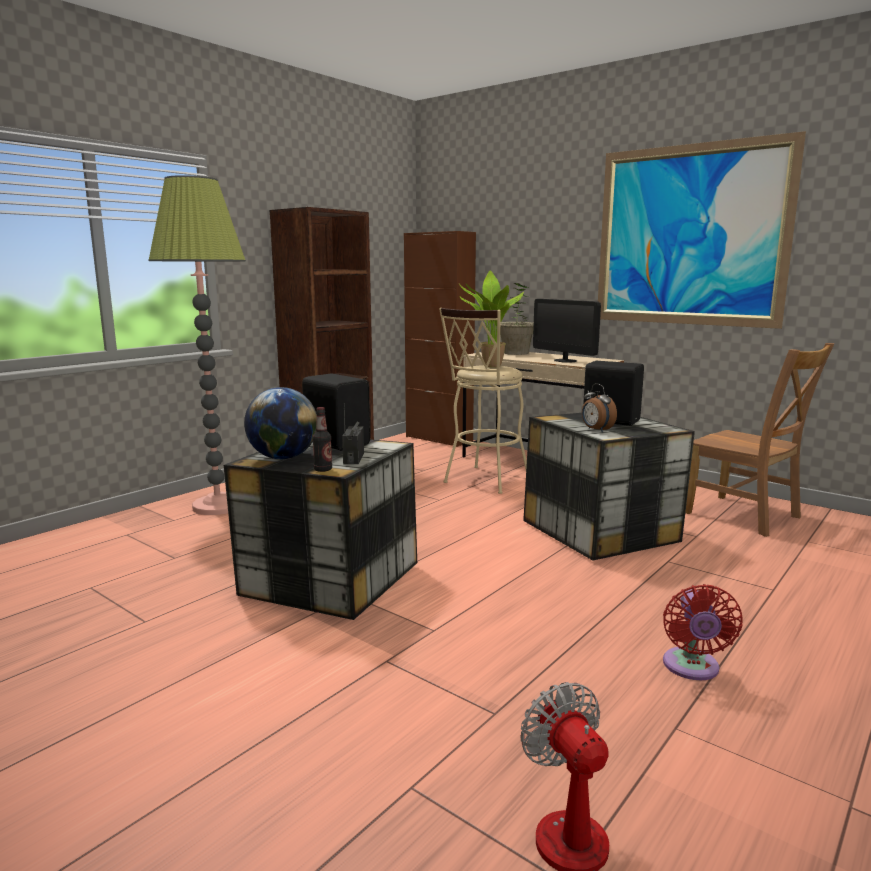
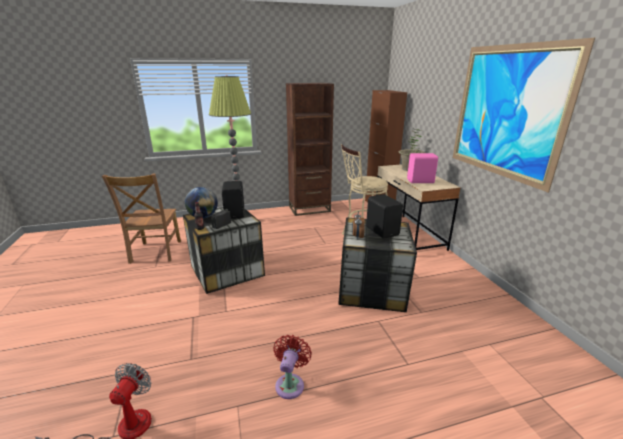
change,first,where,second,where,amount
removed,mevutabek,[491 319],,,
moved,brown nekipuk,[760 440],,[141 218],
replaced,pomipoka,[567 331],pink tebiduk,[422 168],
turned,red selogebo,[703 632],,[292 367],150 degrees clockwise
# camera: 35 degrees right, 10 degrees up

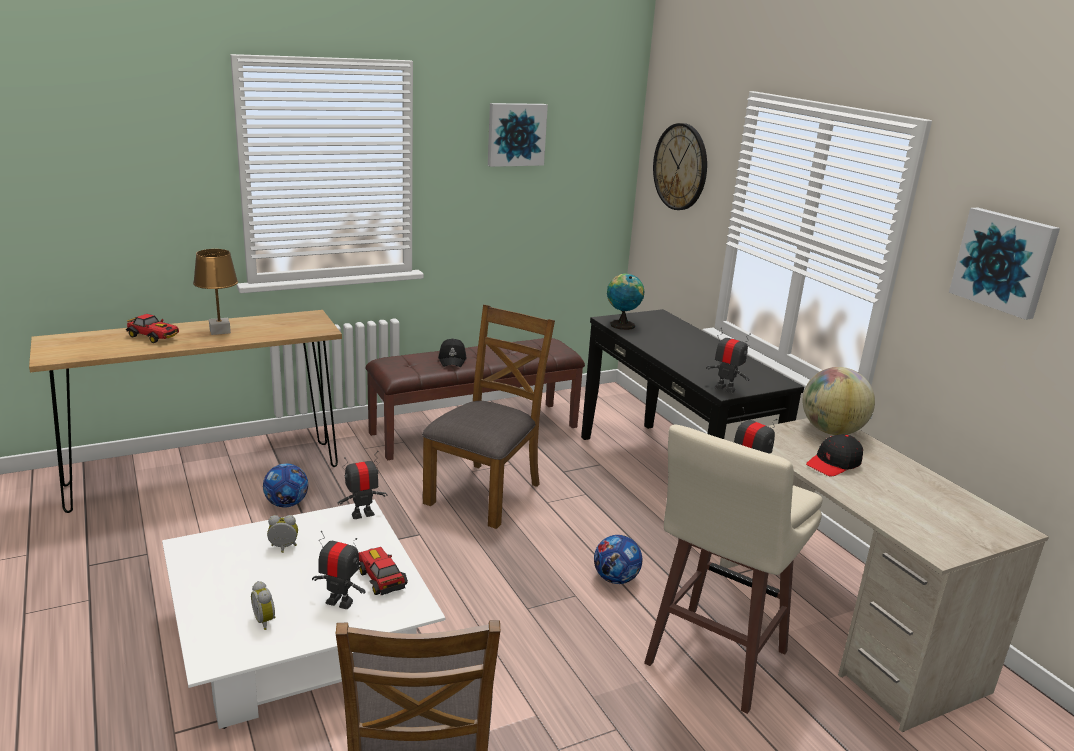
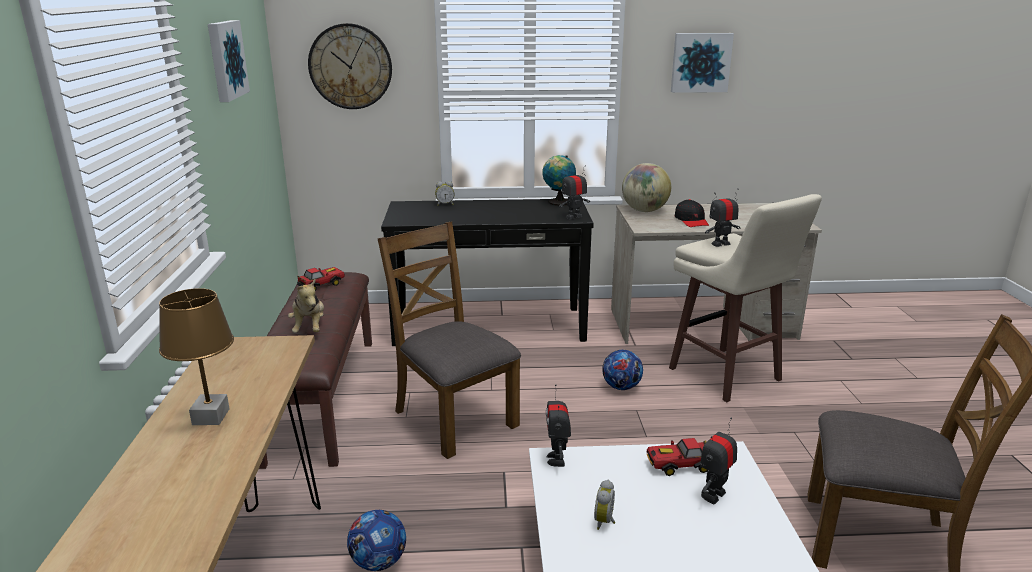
change,first,where,second,where,amount
moved,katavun,[152 328],,[321 279],
moved,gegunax,[263 605],,[444 193],
moved,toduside,[625 302],,[559 180],
replaced,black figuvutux,[452 352],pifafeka,[306 306],
# camera: 65 degrees left, 0 degrees up

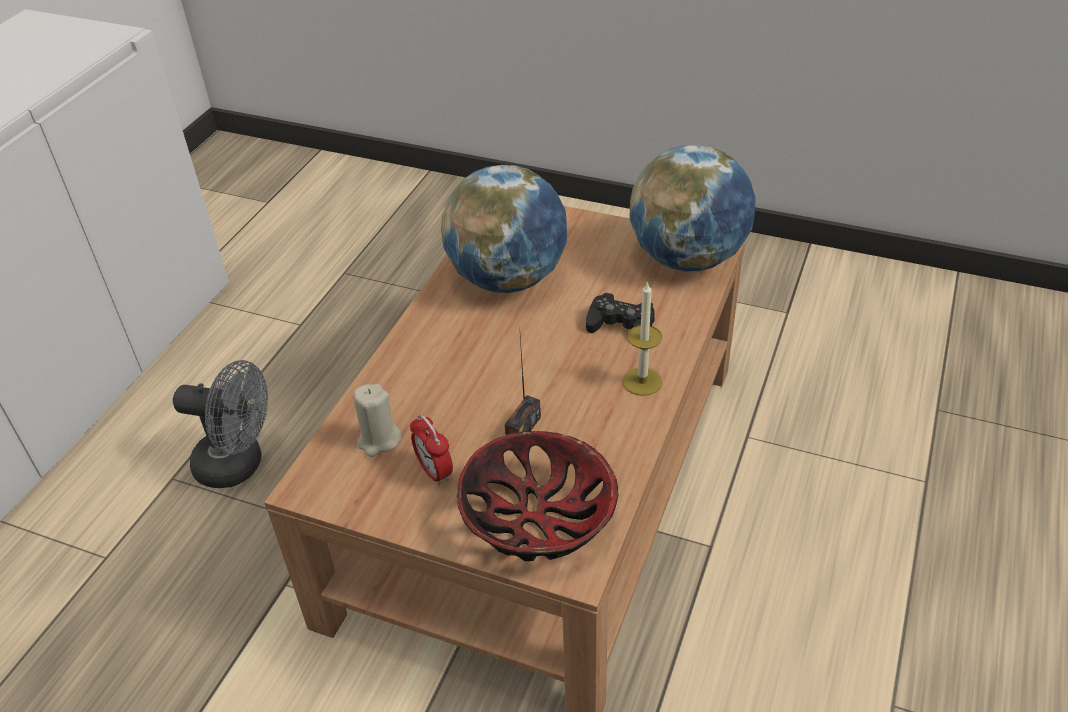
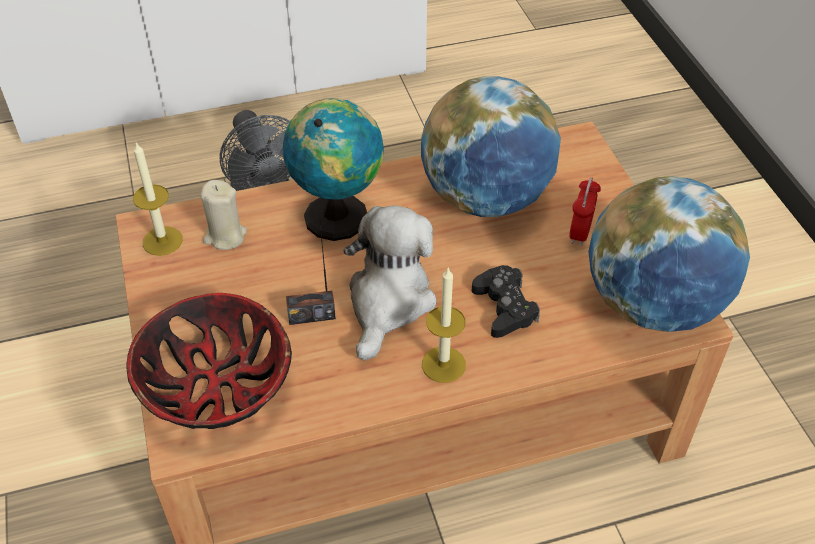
change,first,where,second,where,amount
added,,,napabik,[158 199],
added,,,toduside,[333 169],
added,,,pifafeka,[390 283],
moved,gegunax,[431 450],,[585 211],
# camera: 50 degrees right, 5 degrees up

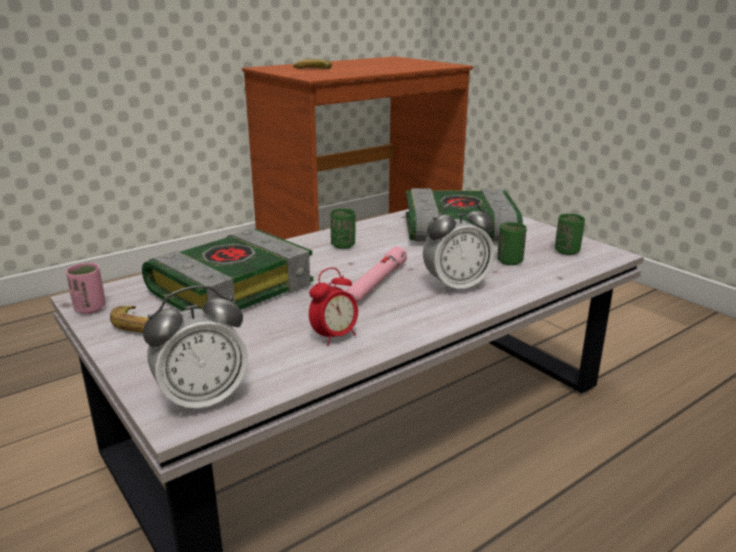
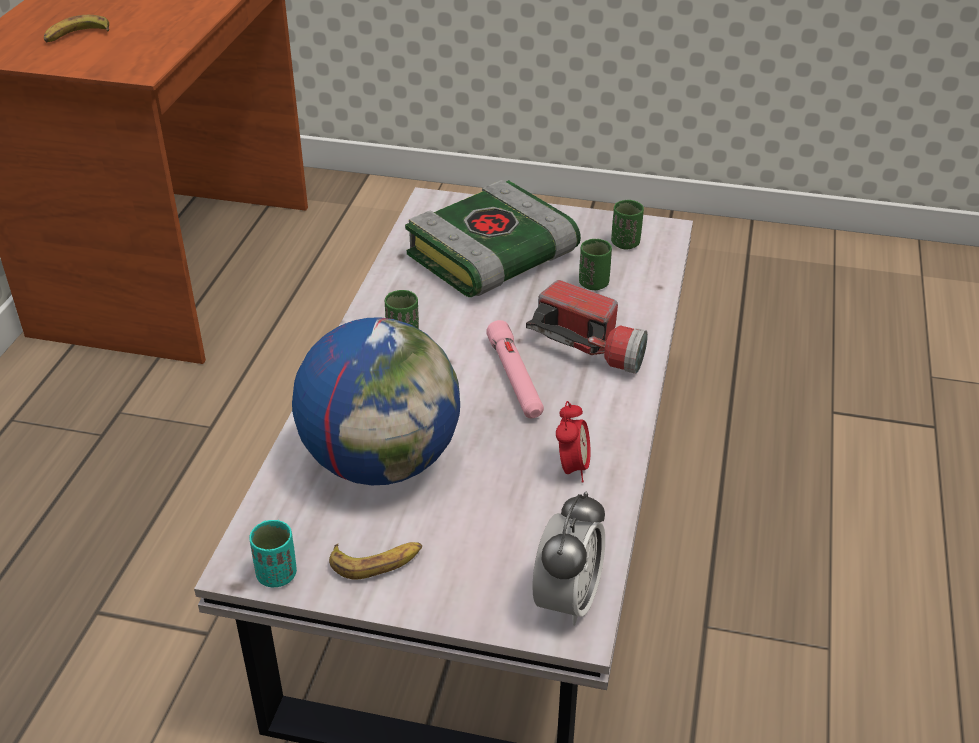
change,first,where,second,where,amount
replaced,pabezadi,[227 270],toduside,[376 401],
replaced,gegunax,[458 247],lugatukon,[587 327],
recoloured,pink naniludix,[86 288],turquoise naniludix,[273 553],
# camera: 40 degrees left, 15 degrees up

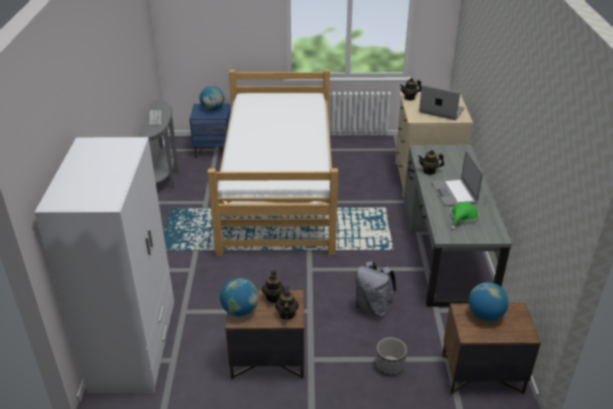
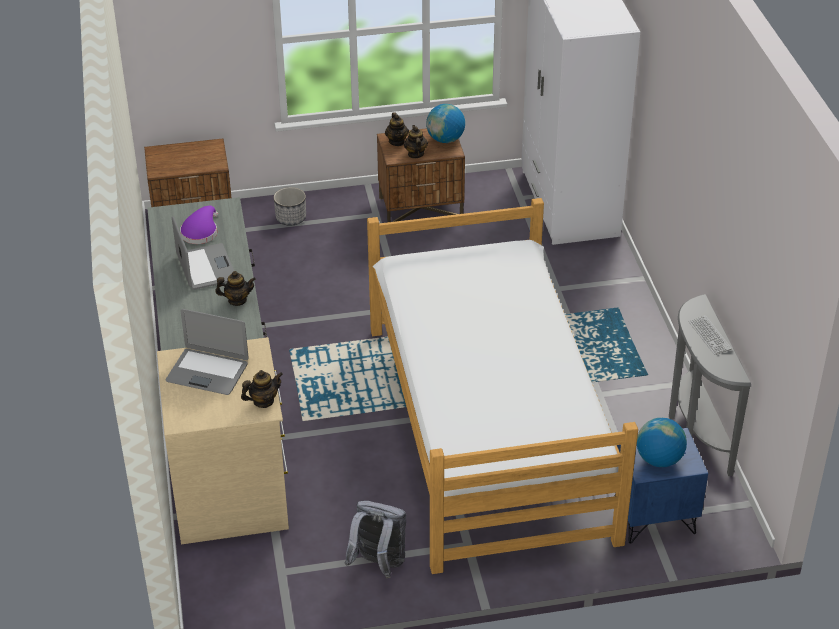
change,first,where,second,where,amount
removed,toduside,[489 301],,,
moved,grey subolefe,[376 289],,[375 539],
recoloured,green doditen,[464 216],purple doditen,[199 225],
# camera: 170 degrees right, 5 degrees up

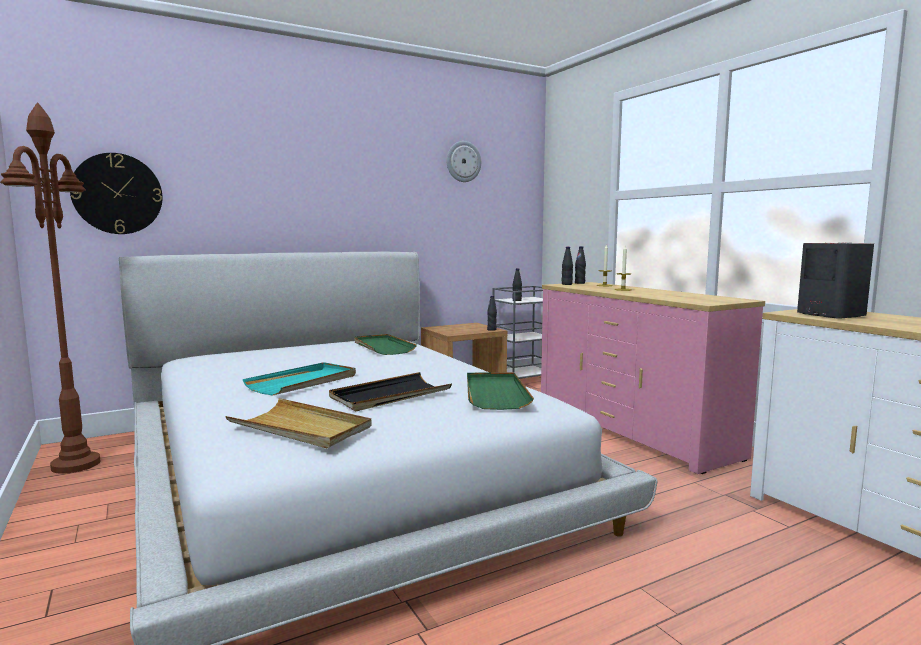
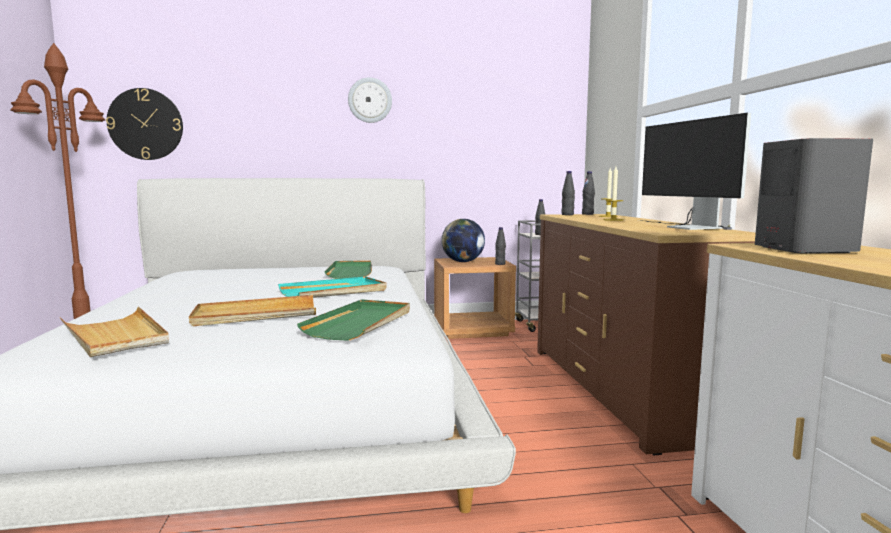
change,first,where,second,where,amount
added,,,toduside,[463 240],
added,,,pomipoka,[696 171],
moved,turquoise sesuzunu,[299 378],,[332 287],
moved,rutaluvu,[463 161],,[370 100],
recoloured,black sesuzunu,[390 391],beige sesuzunu,[252 310],
recoloured,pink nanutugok,[653 378],brown nanutugok,[646 334],
# camera: 20 degrees right, 0 degrees up

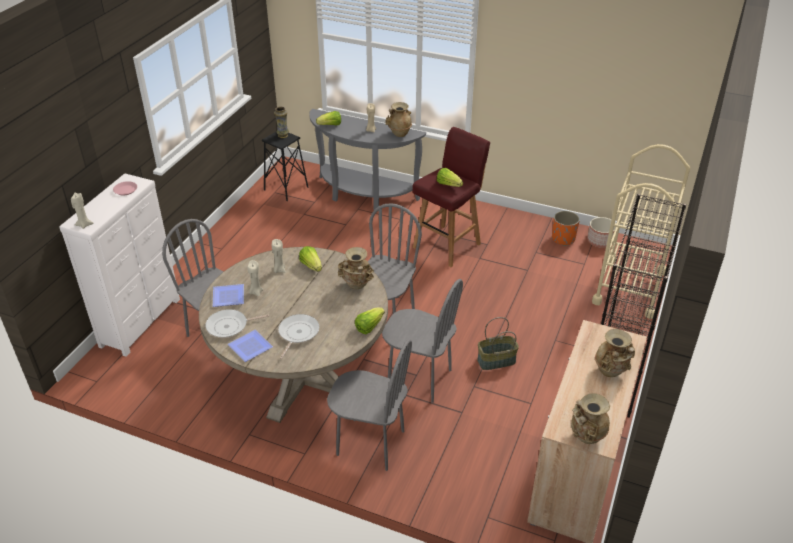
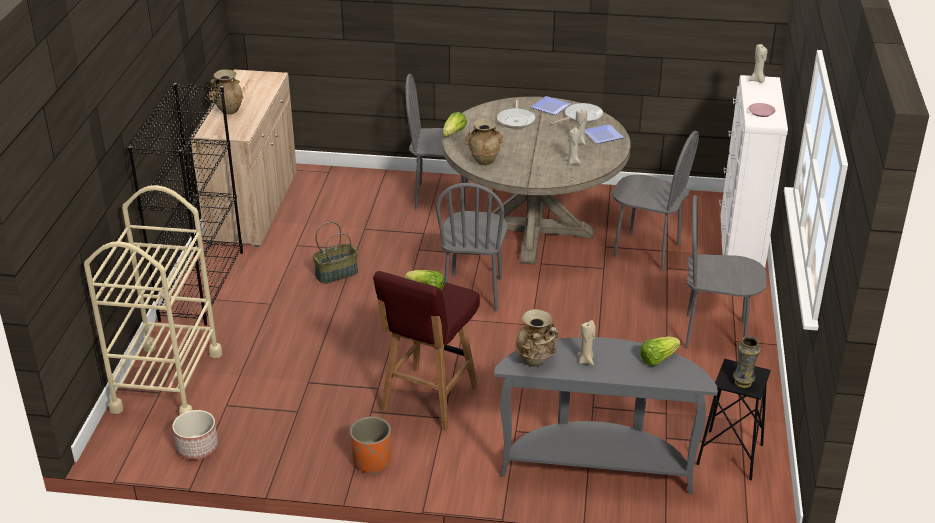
change,first,where,second,where,amount
removed,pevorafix,[310 259],,,
removed,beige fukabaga,[590 418],,,
moved,grey nekipuk,[422 341],,[726 272],
moved,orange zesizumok,[566 228],,[370 445],
# camera: 165 degrees right, 5 degrees down

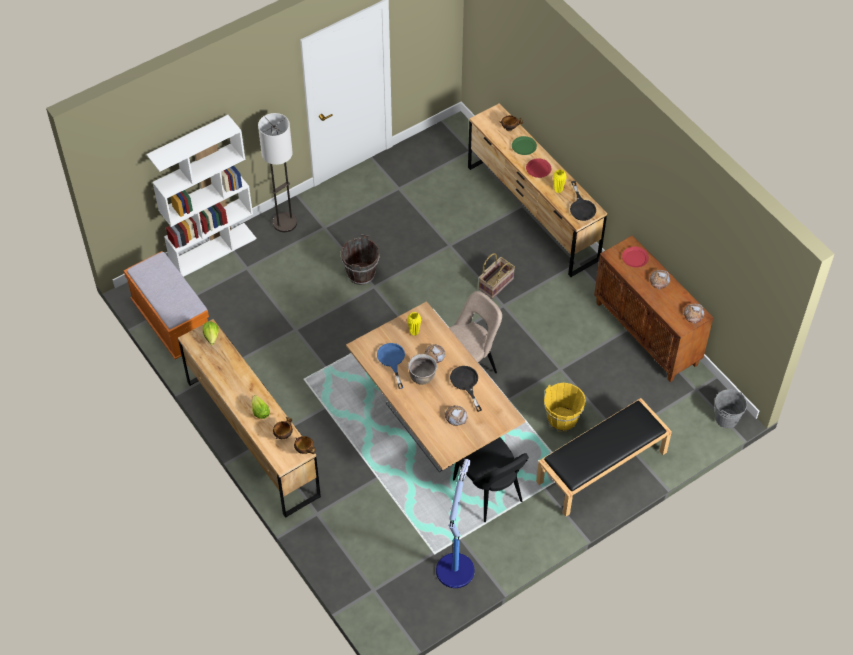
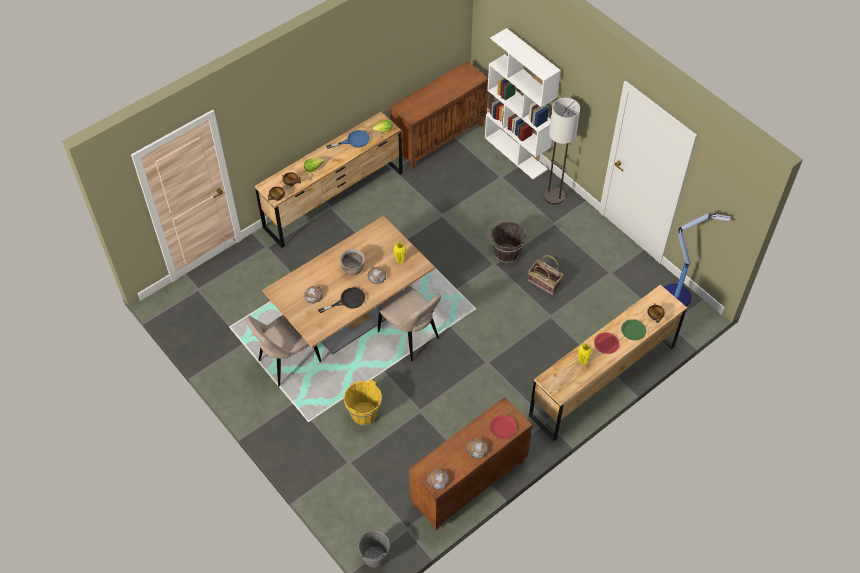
change,first,where,second,where,amount
removed,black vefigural,[604 457],,,
removed,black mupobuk,[583 201],,,
moved,blue mupobuk,[391 366],,[348 139],
moved,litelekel,[455 523],,[697 260],
moved,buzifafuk,[497 276],,[545 275],
replaced,orange vefigural,[166 305],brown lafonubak,[439 115],
recoloured,black nekipuk,[490 479],beige nekipuk,[283 350],
# camera: 85 degrees right, 0 degrees up

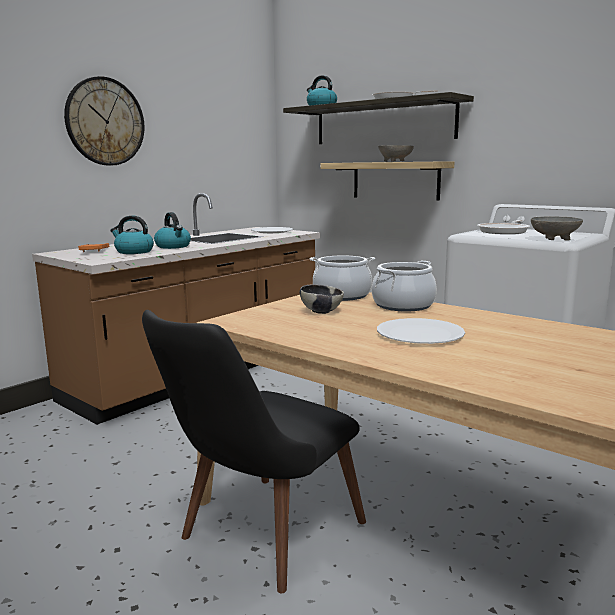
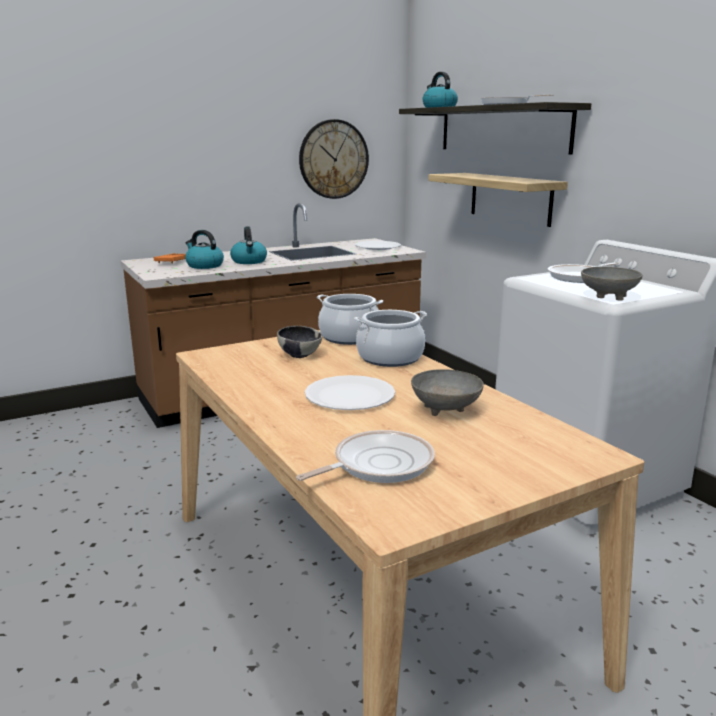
change,first,where,second,where,amount
removed,black nekipuk,[254 451],,,
added,,,mupobuk,[365 456],
moved,rutaluvu,[104 121],,[334 159],
moved,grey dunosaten,[396 153],,[447 392],
# camera: 20 degrees right, 5 degrees up

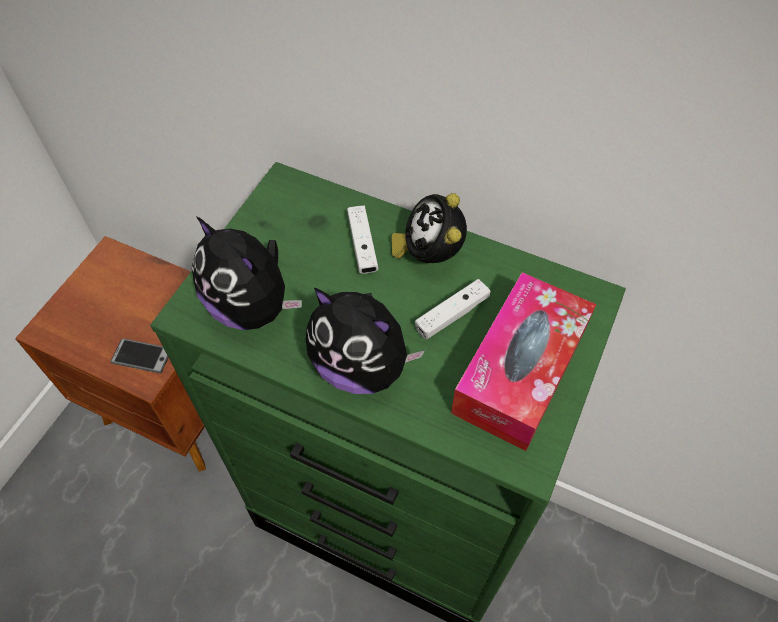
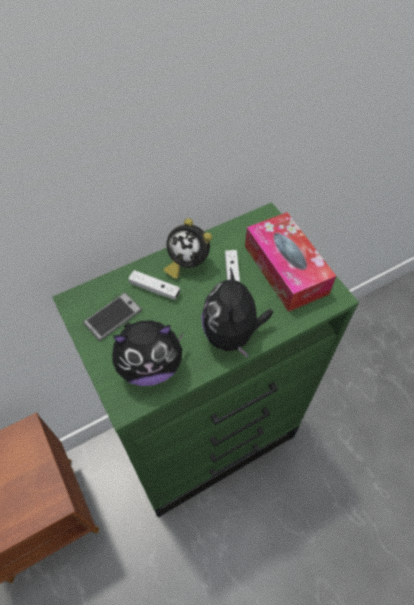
change,first,where,second,where,amount
moved,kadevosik,[139 356],,[112 316],
turned,pifafeka,[365 341],,[237 312],120 degrees clockwise
# camera: 55 degrees left, 0 degrees up

